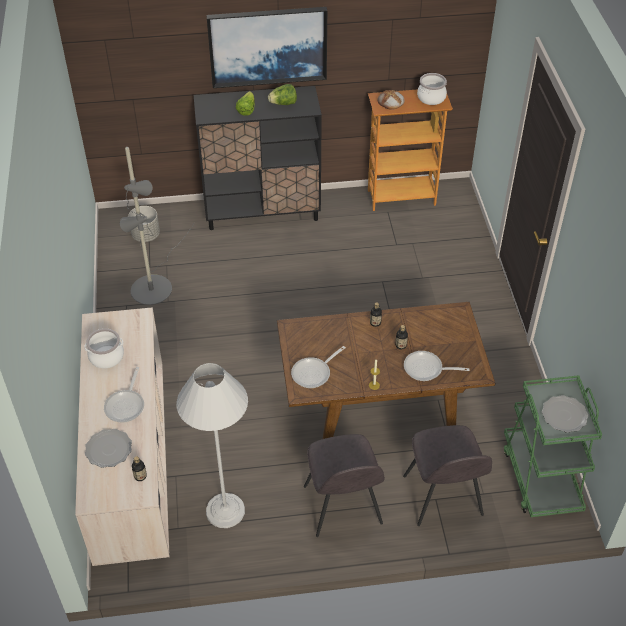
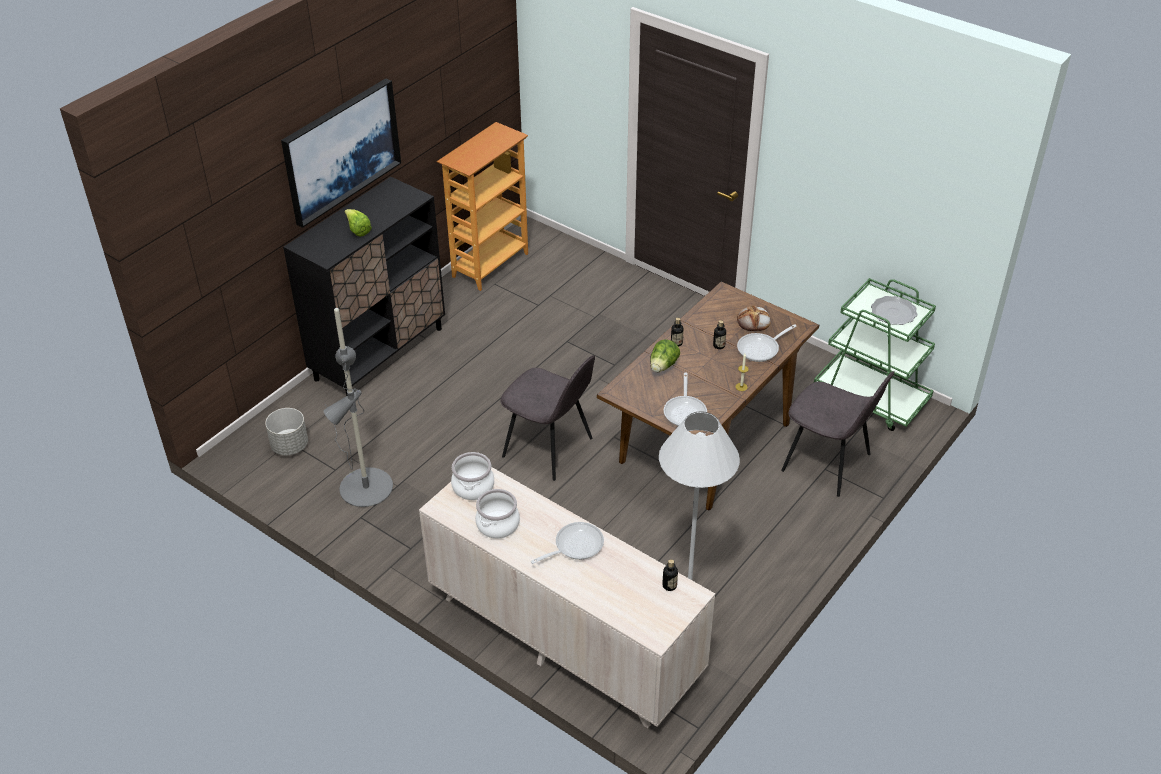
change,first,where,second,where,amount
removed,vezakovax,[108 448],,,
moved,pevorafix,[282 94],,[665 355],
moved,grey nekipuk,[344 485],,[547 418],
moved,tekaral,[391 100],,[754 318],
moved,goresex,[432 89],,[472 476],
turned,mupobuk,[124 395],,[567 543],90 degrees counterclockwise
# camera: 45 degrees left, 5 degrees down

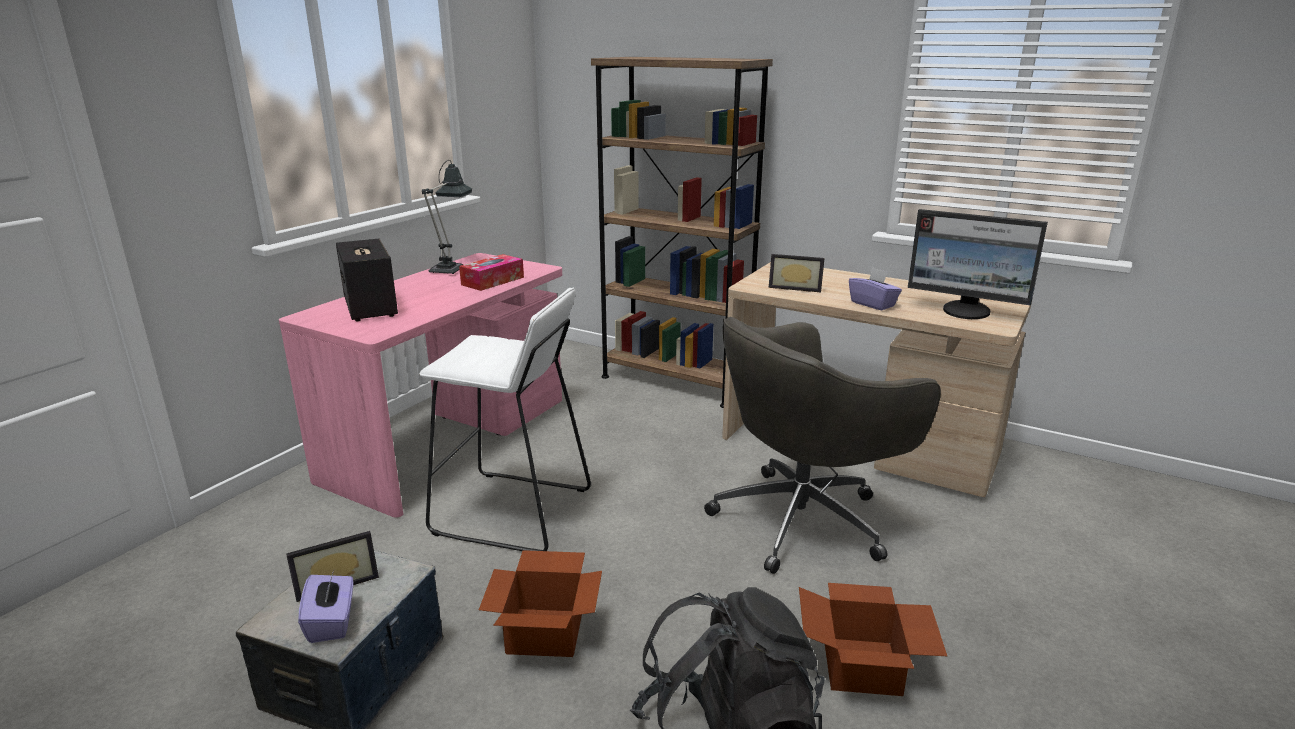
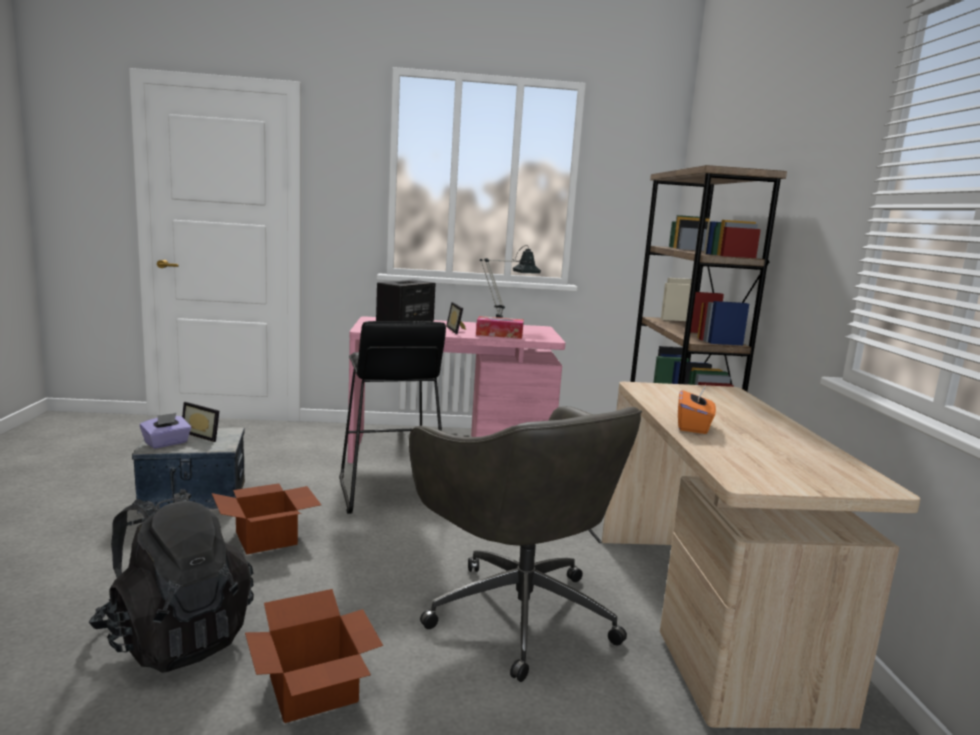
change,first,where,second,where,amount
removed,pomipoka,[978 264],,,
moved,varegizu,[797 273],,[456 318],
recoloured,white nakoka,[505 419],black nakoka,[392 417],
recoloured,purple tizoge,[875 288],orange tizoge,[697 410],
turned,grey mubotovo,[822 445],,[525 544],150 degrees counterclockwise
# camera: 55 degrees right, 10 degrees down

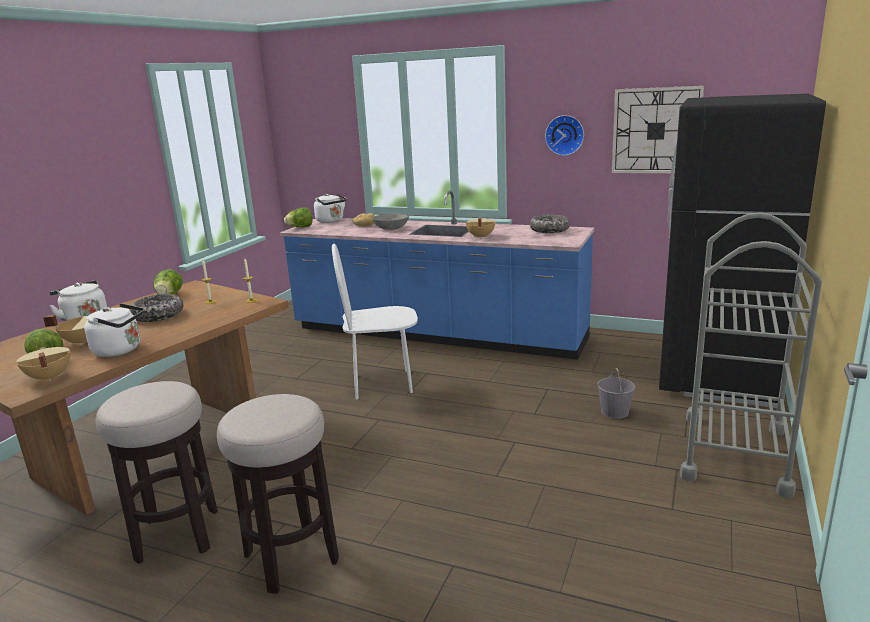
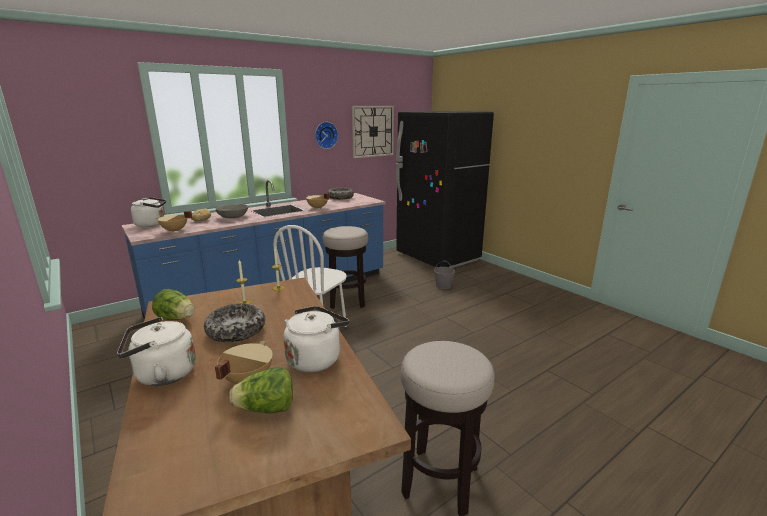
change,first,where,second,where,amount
removed,pevorafix,[298 217],,,
removed,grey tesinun,[751 355],,,
moved,beige goresex,[43 364],,[174 222],
moved,nakoka,[278 494],,[345 267],
# camera: 60 degrees left, 0 degrees up

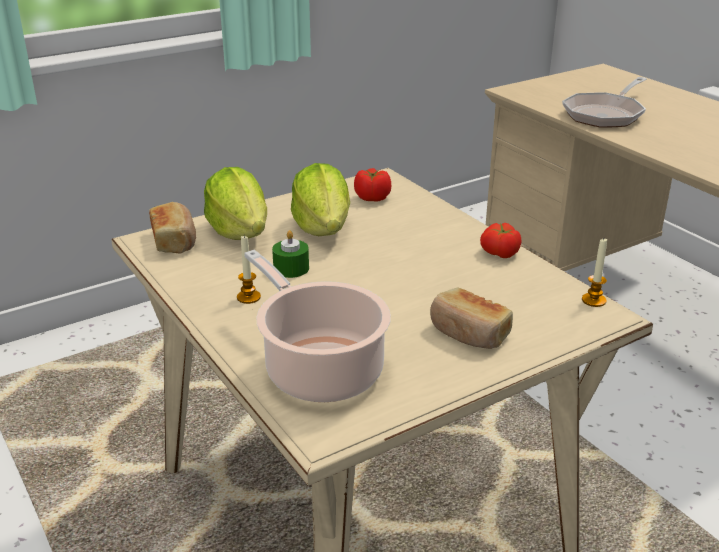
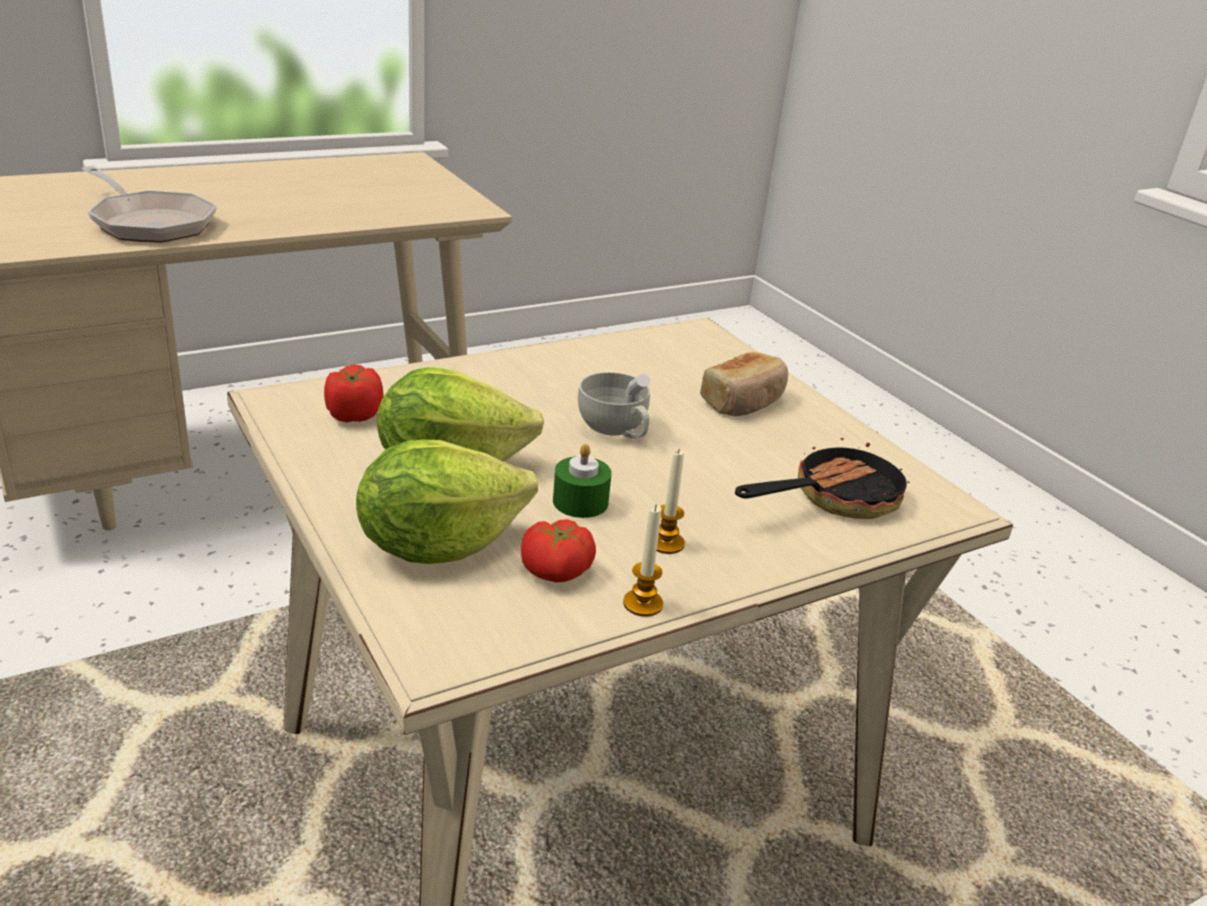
change,first,where,second,where,amount
removed,tekaral,[172 227],,,
added,,,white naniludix,[614 405],
moved,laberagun,[500 240],,[558 550],
moved,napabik,[594 273],,[643 560],
replaced,goresex,[317 326],mupobuk,[822 475],
# camera: 90 degrees left, 0 degrees up

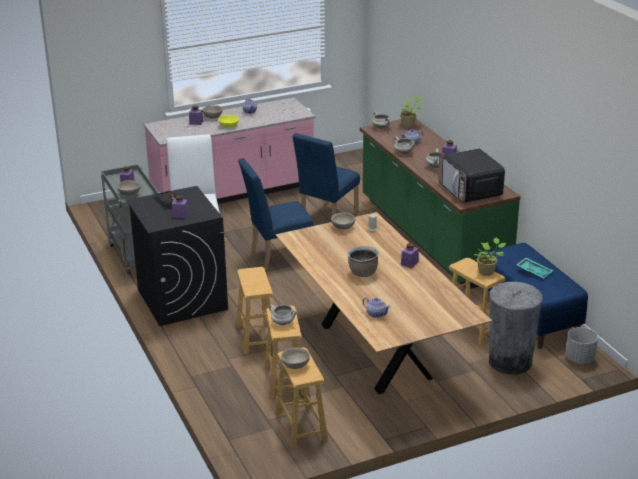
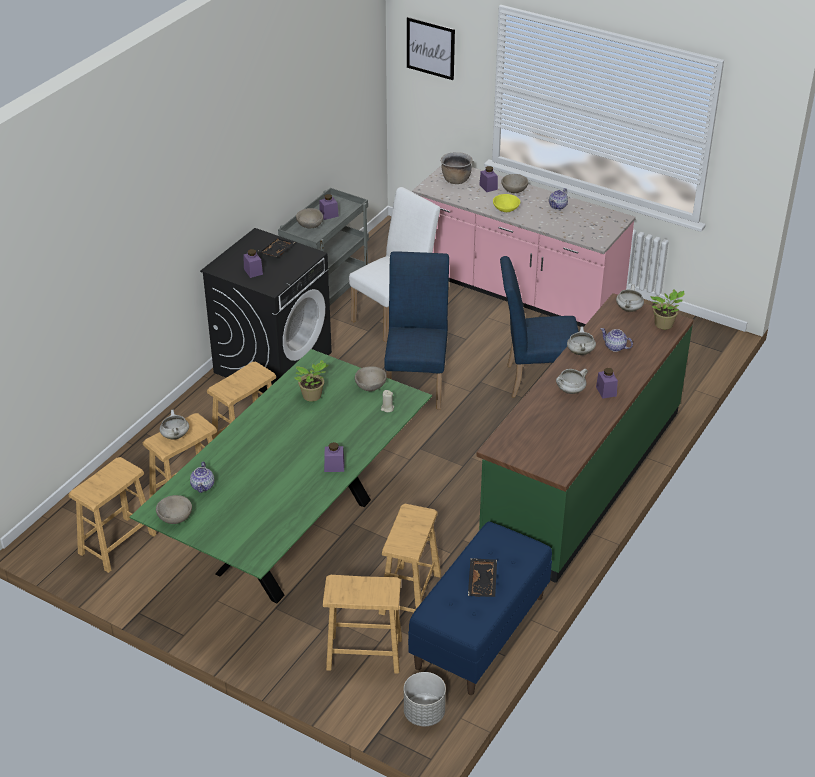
change,first,where,second,where,amount
removed,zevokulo,[471 175],,,
added,,,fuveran,[431 48],
moved,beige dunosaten,[295 358],,[174 509],
moved,brown goresex,[363 261],,[457 168],
moved,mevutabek,[490 257],,[311 381],
replaced,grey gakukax,[516 328],brown nakoka,[362 624],
recoloured,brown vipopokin,[383 303],green vipopokin,[280 476],
recoloured,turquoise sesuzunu,[534 268],black sesuzunu,[482 577],
turned,blue nekipuk,[276 214],,[416 330],60 degrees clockwise
# camera: 55 degrees right, 10 degrees up

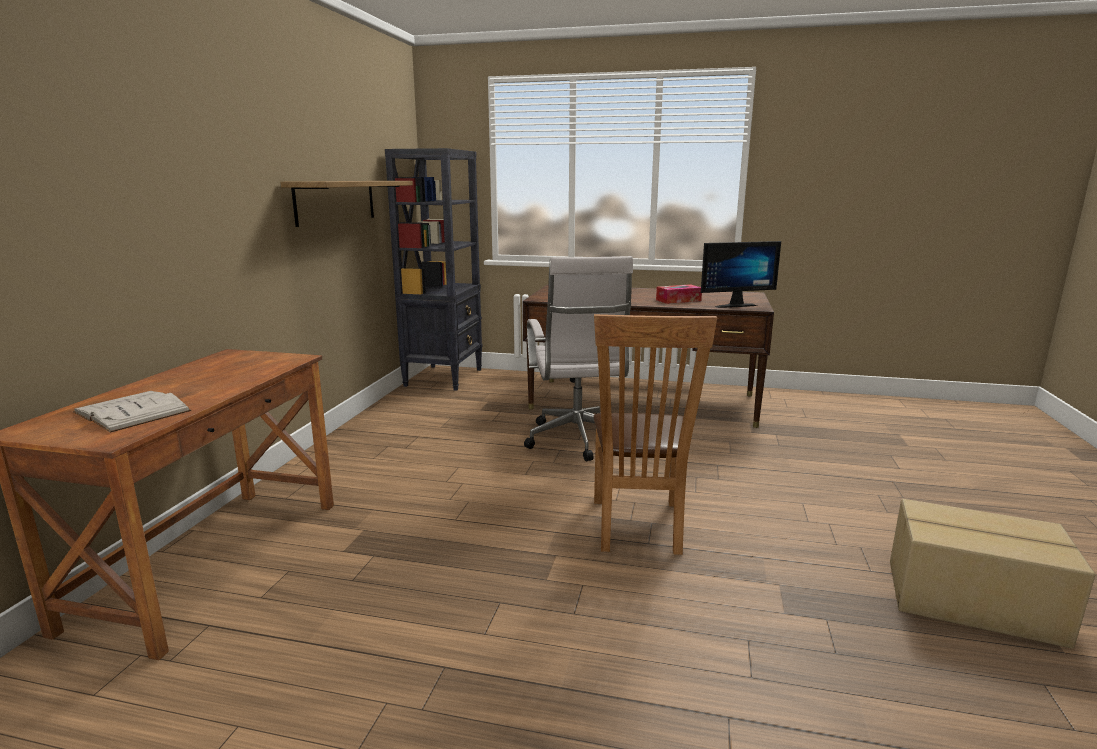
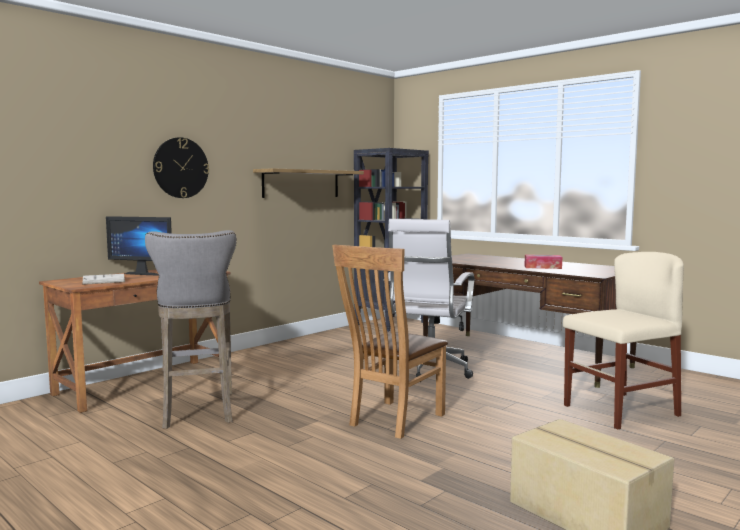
change,first,where,second,where,amount
added,,,grey nakoka,[191 329],
added,,,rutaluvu,[181 167],
added,,,beige nekipuk,[623 341],
moved,pomipoka,[741 274],,[139 245],
# camera: 30 degrees right, 10 degrees down

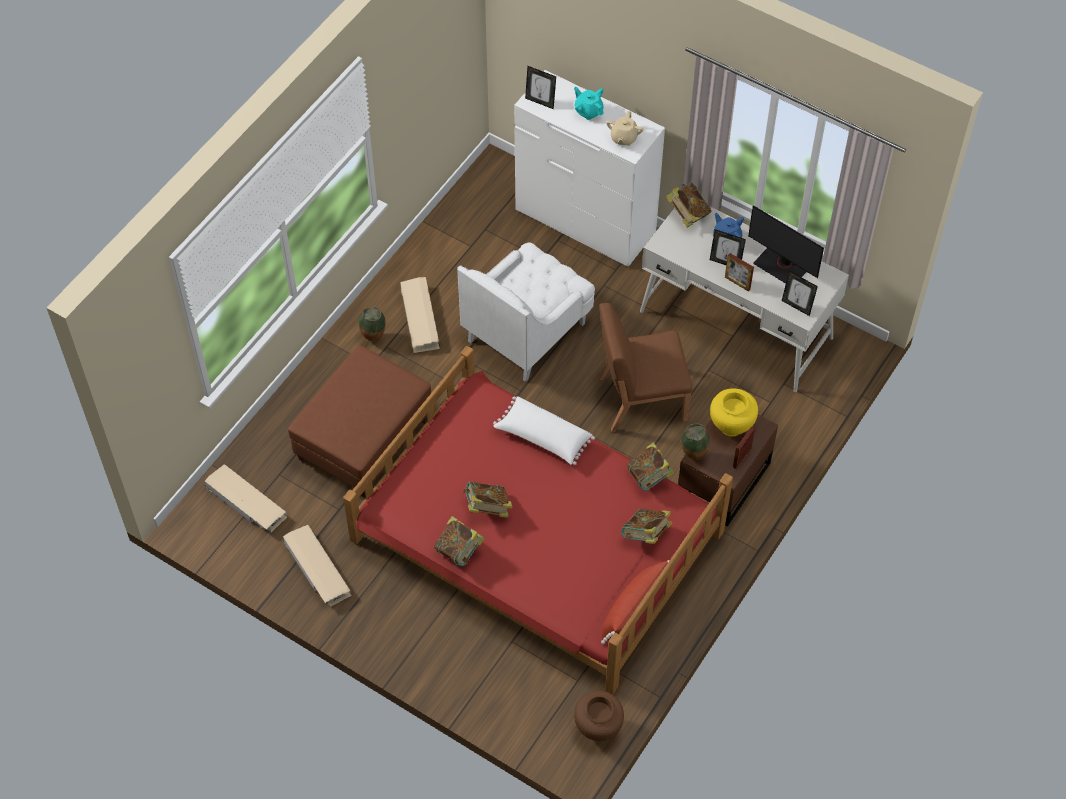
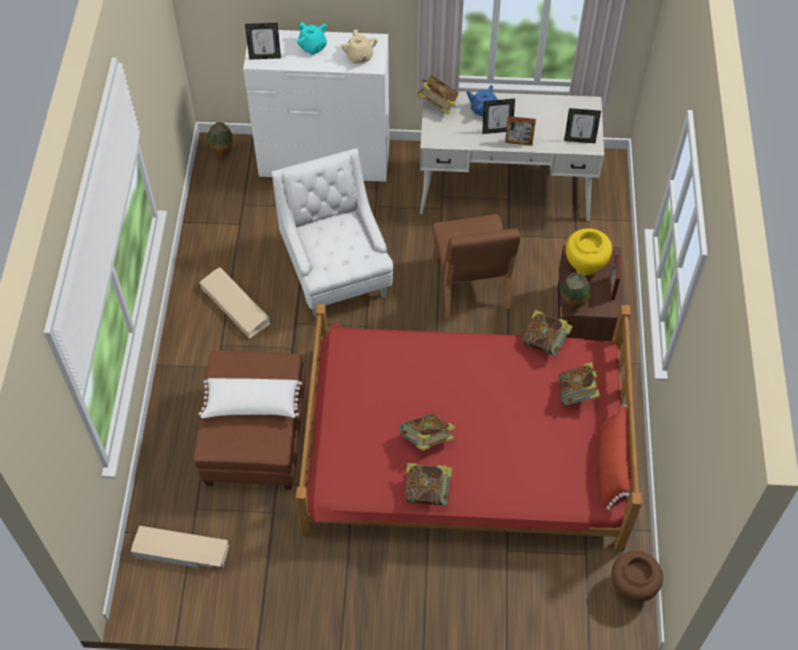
change,first,where,second,where,amount
removed,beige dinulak,[317 566],,,
removed,pomipoka,[786 244],,,
moved,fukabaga,[372 324],,[220 140],
moved,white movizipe,[544 430],,[250 398],
turned,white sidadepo,[526 312],,[332 233],150 degrees clockwise
turned,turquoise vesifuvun,[589 103],,[312 38],150 degrees counterclockwise
turned,brown nekipuk,[645 367],,[476 266],60 degrees counterclockwise
# camera: 30 degrees left, 0 degrees up

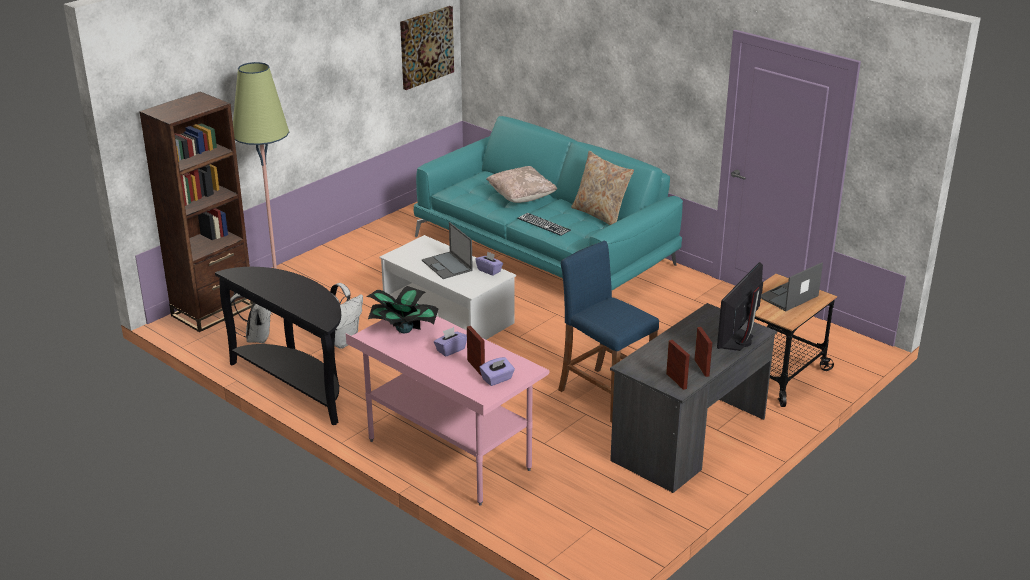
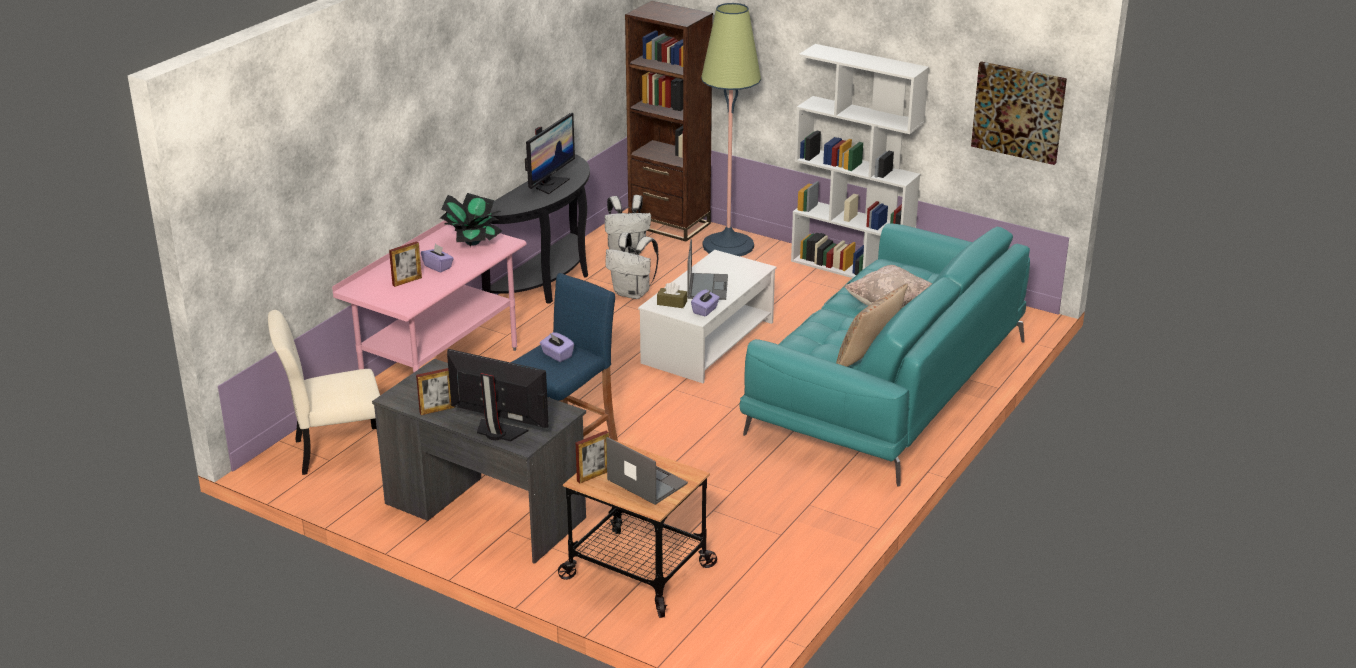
change,first,where,second,where,amount
removed,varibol,[544 224],,,
added,,,beige nekipuk,[324 392],
added,,,pomipoka,[550 153],
added,,,brown tizoge,[672 295],
added,,,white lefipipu,[860 161],
moved,purple tizoge,[497 371],,[557 347],
moved,varegizu,[678 365],,[592 457],
turned,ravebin,[447 250],,[707 269],135 degrees clockwise
# camera: 80 degrees right, 0 degrees up

